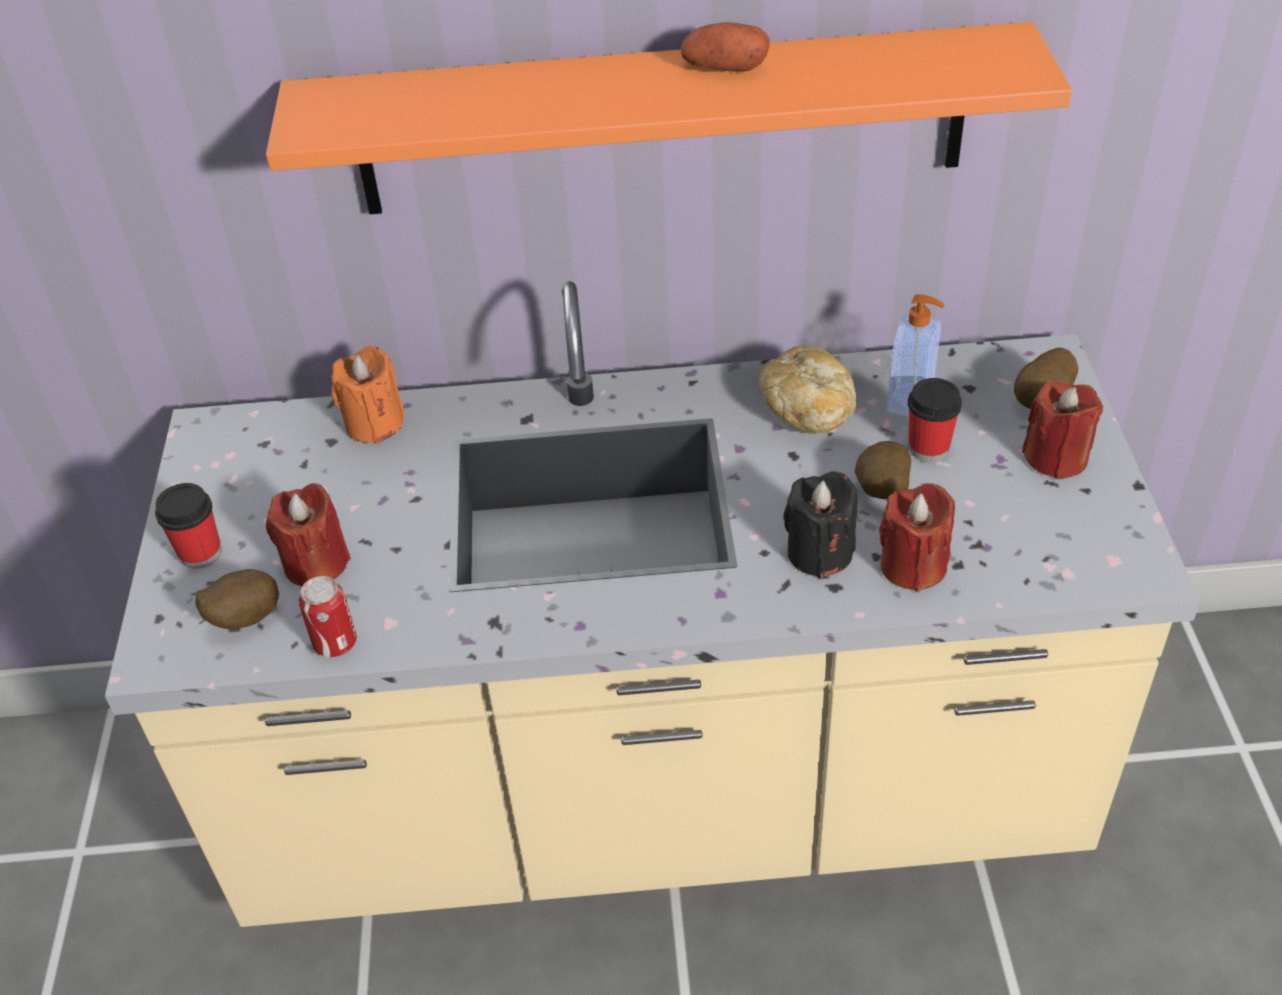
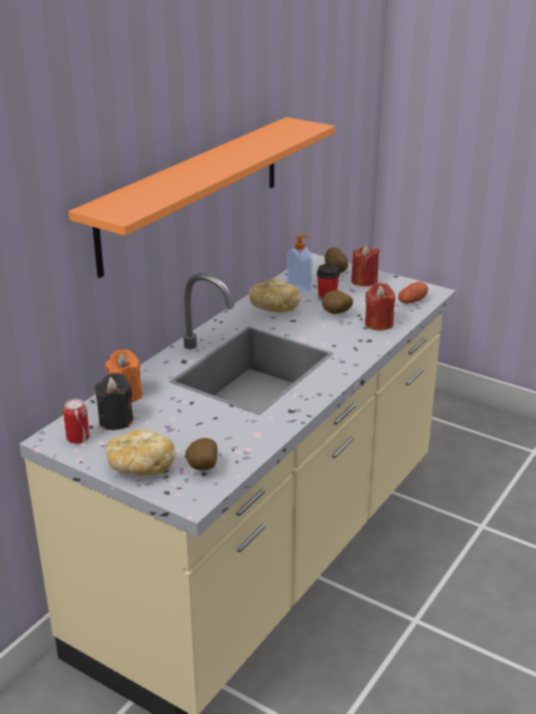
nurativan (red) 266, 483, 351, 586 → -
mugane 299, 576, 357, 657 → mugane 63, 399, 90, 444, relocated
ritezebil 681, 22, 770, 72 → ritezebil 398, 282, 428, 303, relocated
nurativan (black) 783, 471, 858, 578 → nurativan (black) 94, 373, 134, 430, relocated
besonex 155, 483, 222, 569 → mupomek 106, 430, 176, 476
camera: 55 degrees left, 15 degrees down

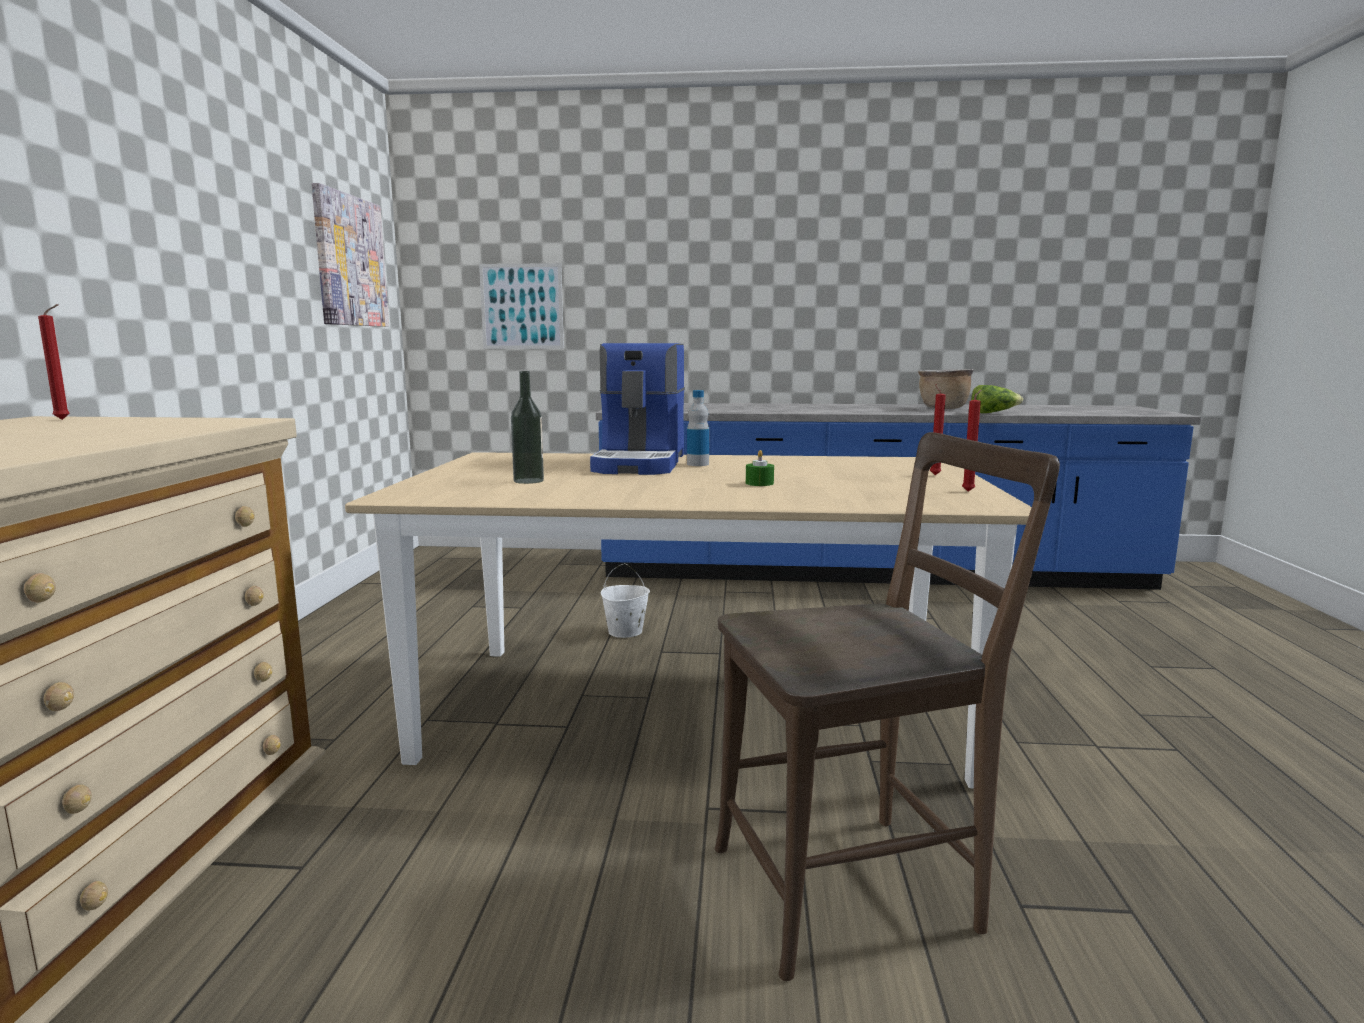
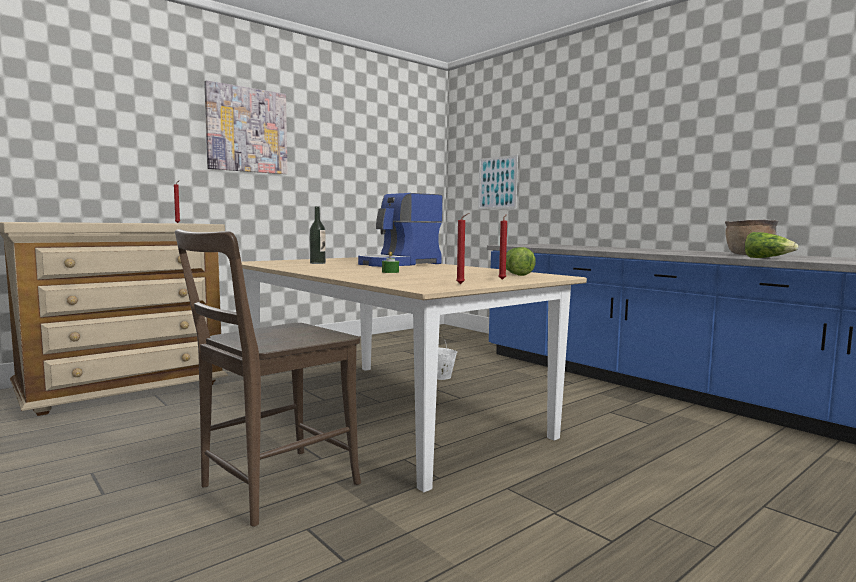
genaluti 687, 390, 709, 466 → -
- → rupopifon 506, 247, 536, 276
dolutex 311, 183, 389, 327 → dolutex 204, 80, 288, 174, relocated
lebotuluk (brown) 715, 432, 1060, 981 → lebotuluk (brown) 175, 229, 361, 527, 105 degrees clockwise
camera: 45 degrees right, 5 degrees down

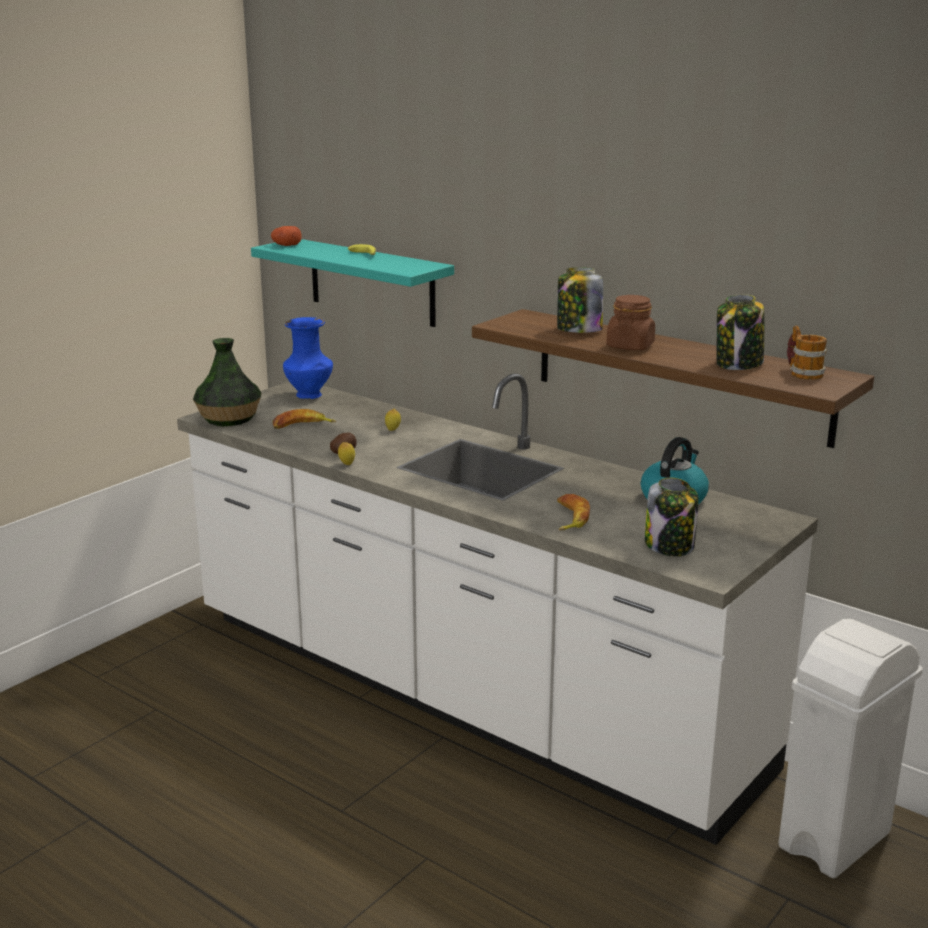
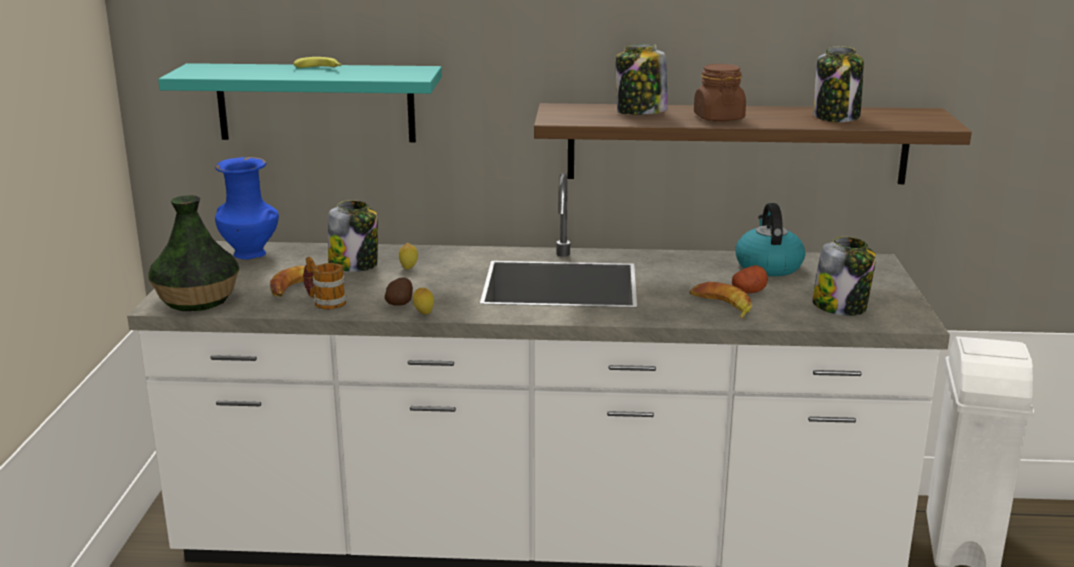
- → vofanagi 328, 200, 378, 272
ritezebil 271, 226, 302, 246 → ritezebil 732, 265, 768, 293, relocated
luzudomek 787, 326, 827, 380 → luzudomek 303, 257, 347, 310, relocated
camera: 35 degrees left, 0 degrees up

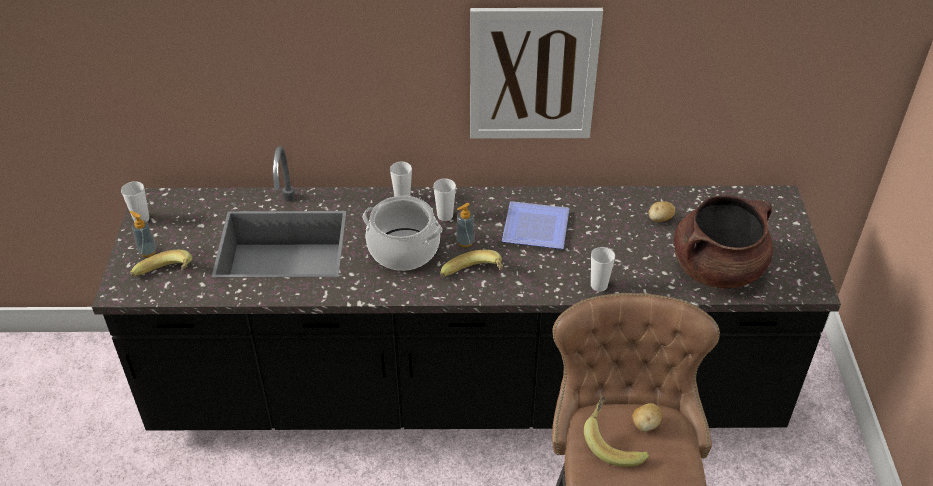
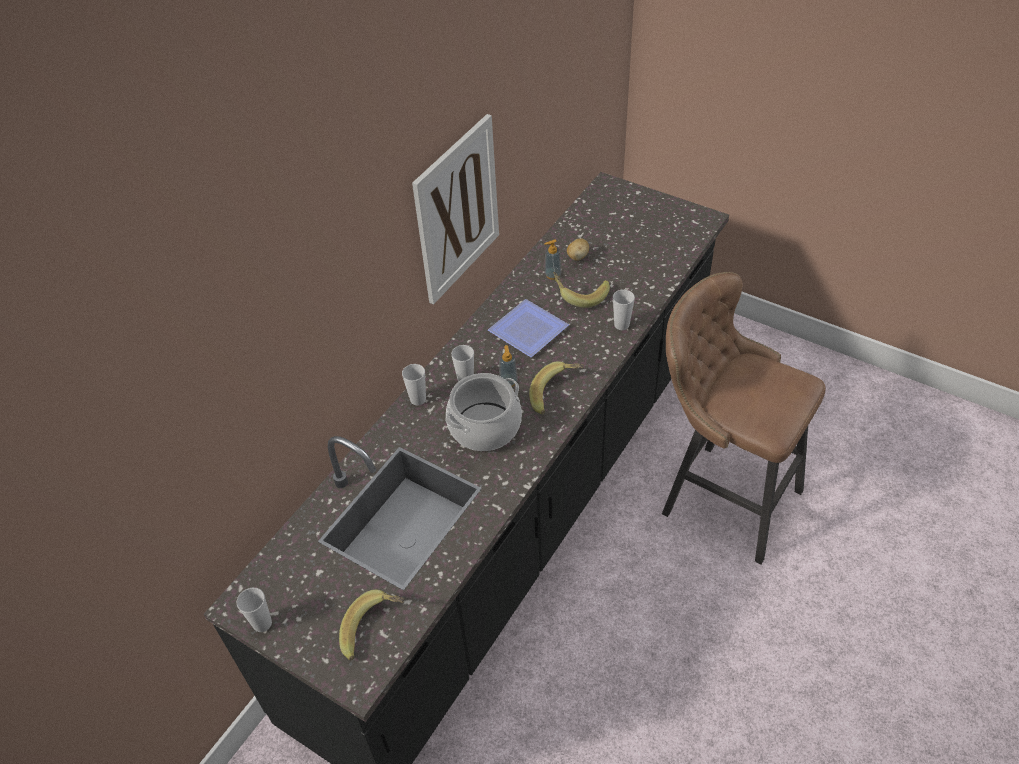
ritezebil 632, 403, 662, 432 → -
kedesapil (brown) 674, 195, 773, 289 → -
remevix 130, 211, 157, 257 → remevix 544, 239, 561, 280, relocated
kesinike 584, 396, 649, 467 → kesinike 553, 272, 610, 308, relocated
camera: 55 degrees left, 5 degrees up

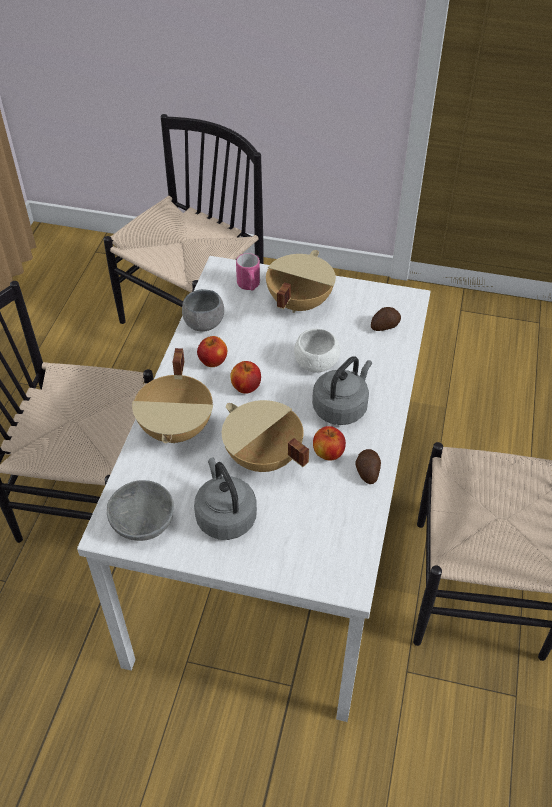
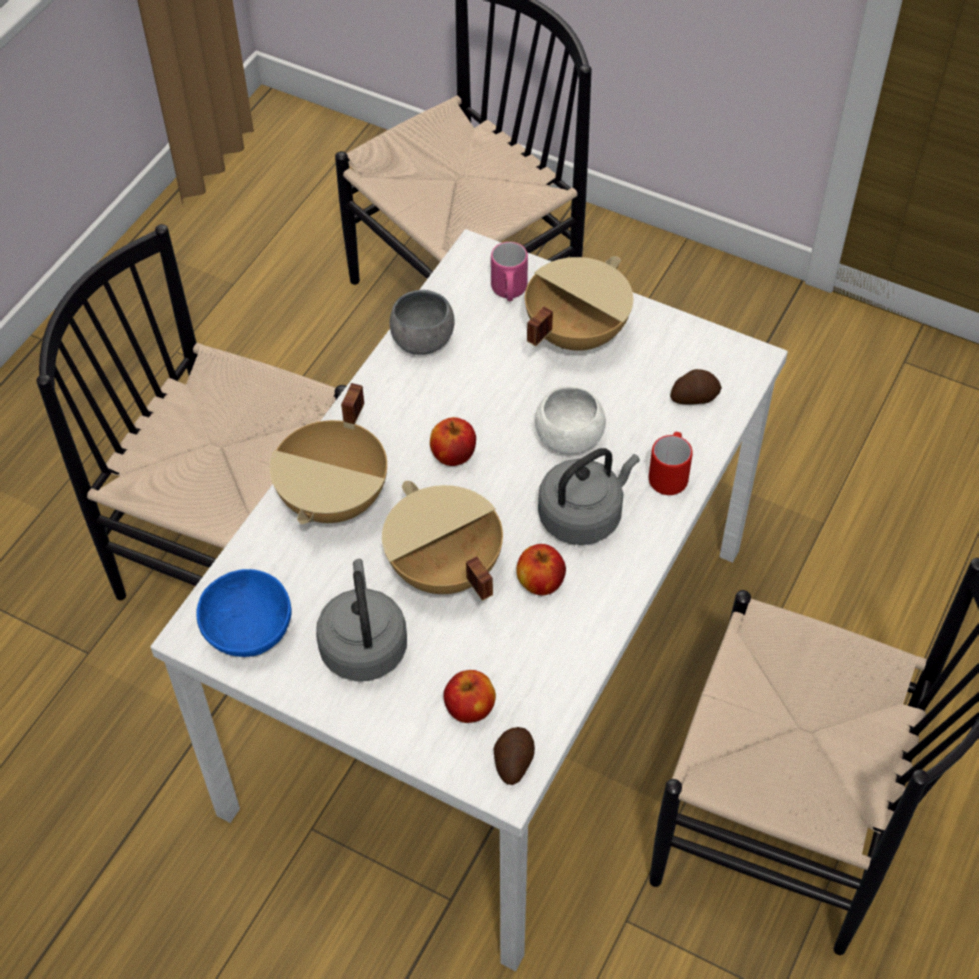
- → luzudomek (red) 649, 432, 693, 495
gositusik 197, 336, 227, 367 → gositusik 443, 670, 496, 723, relocated
ritezebil 355, 449, 381, 484 → ritezebil 494, 727, 535, 785, relocated
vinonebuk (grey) 107, 480, 174, 541 → vinonebuk (blue) 196, 569, 292, 657
camera: 15 degrees right, 5 degrees up

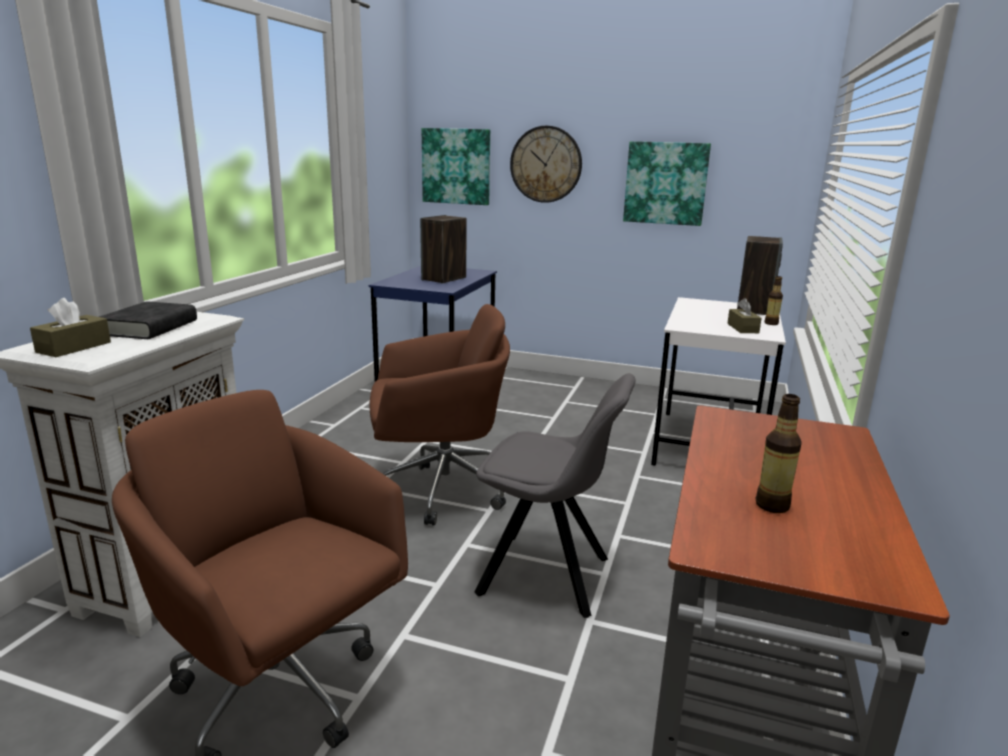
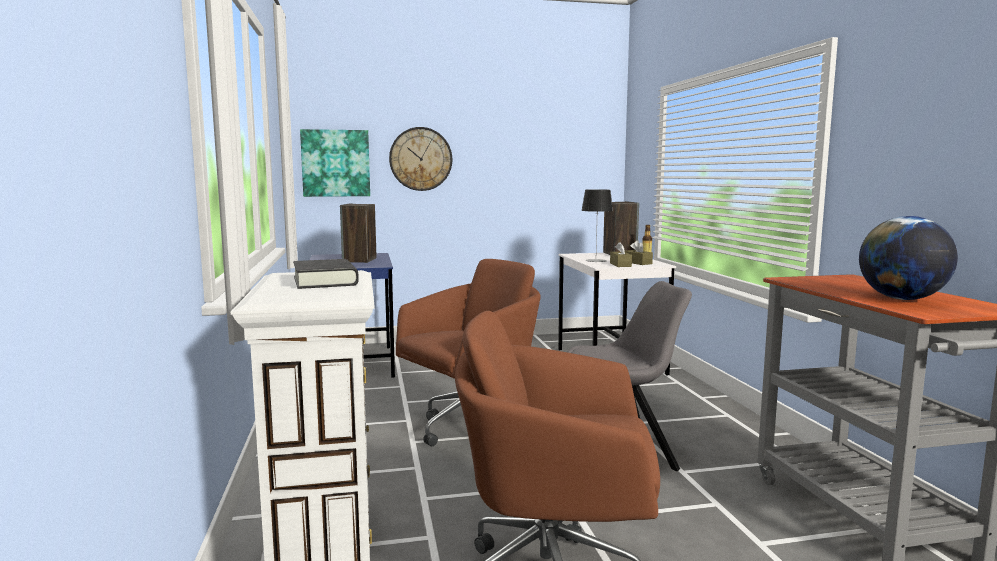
dolutex 623, 141, 711, 226 → -
- → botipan 581, 189, 613, 262
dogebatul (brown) 30, 298, 111, 357 → dogebatul (brown) 610, 242, 632, 267, relocated
genaluti 756, 394, 802, 513 → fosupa 859, 216, 958, 300
camera: 30 degrees left, 10 degrees down

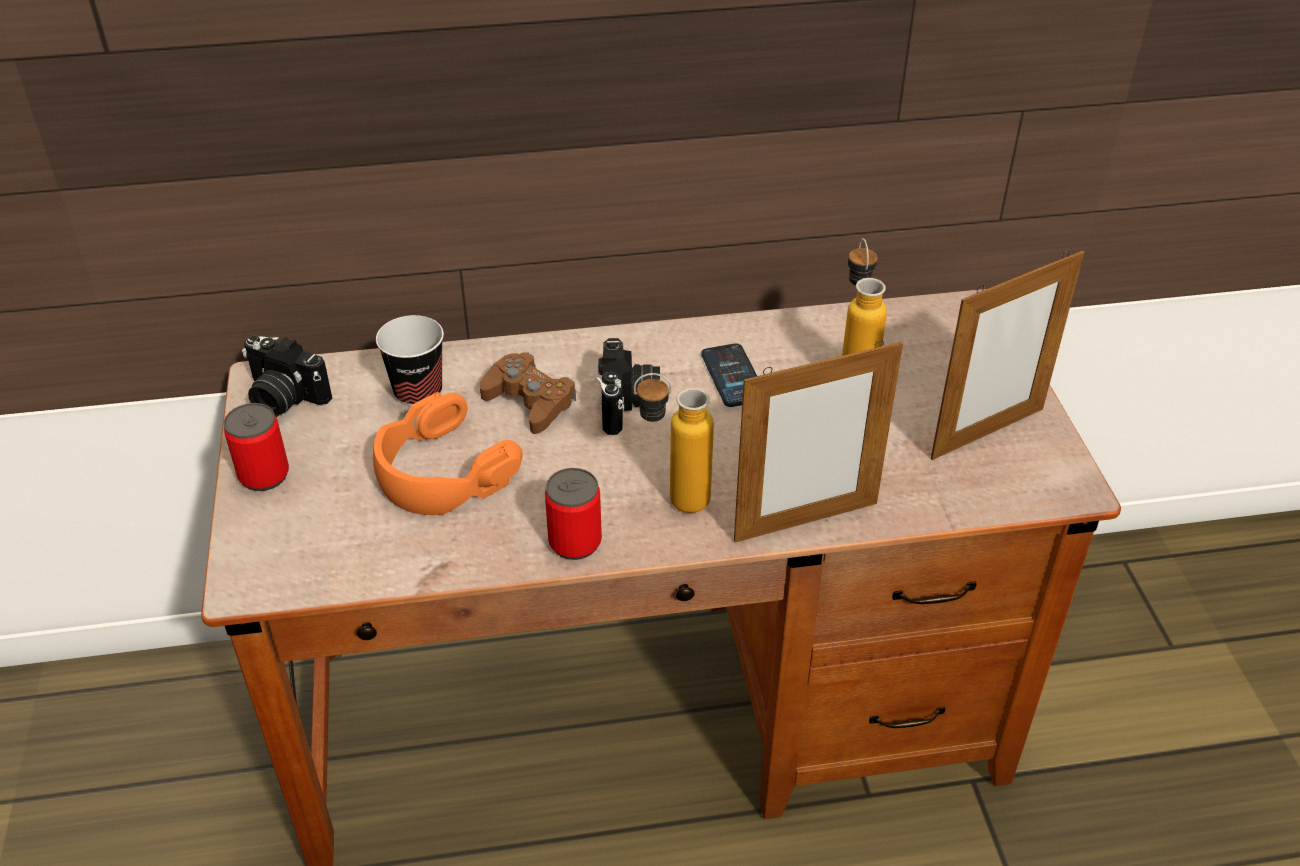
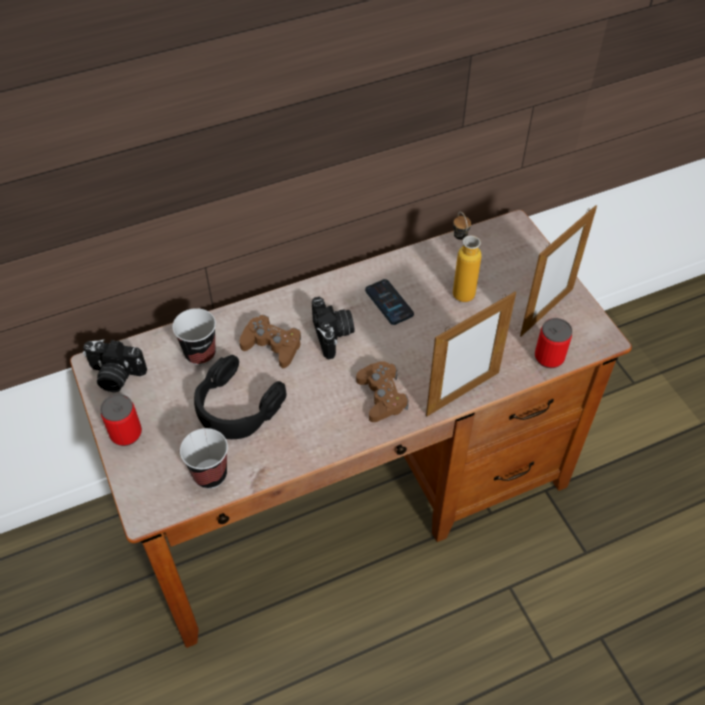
- → besonex 180, 428, 228, 489
mugane 545, 468, 602, 560 → mugane 535, 318, 572, 368, relocated
genaluti 634, 373, 714, 513 → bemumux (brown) 356, 361, 408, 422
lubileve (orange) 373, 392, 523, 515 → lubileve (black) 194, 355, 287, 439
camera: 15 degrees left, 10 degrees up

